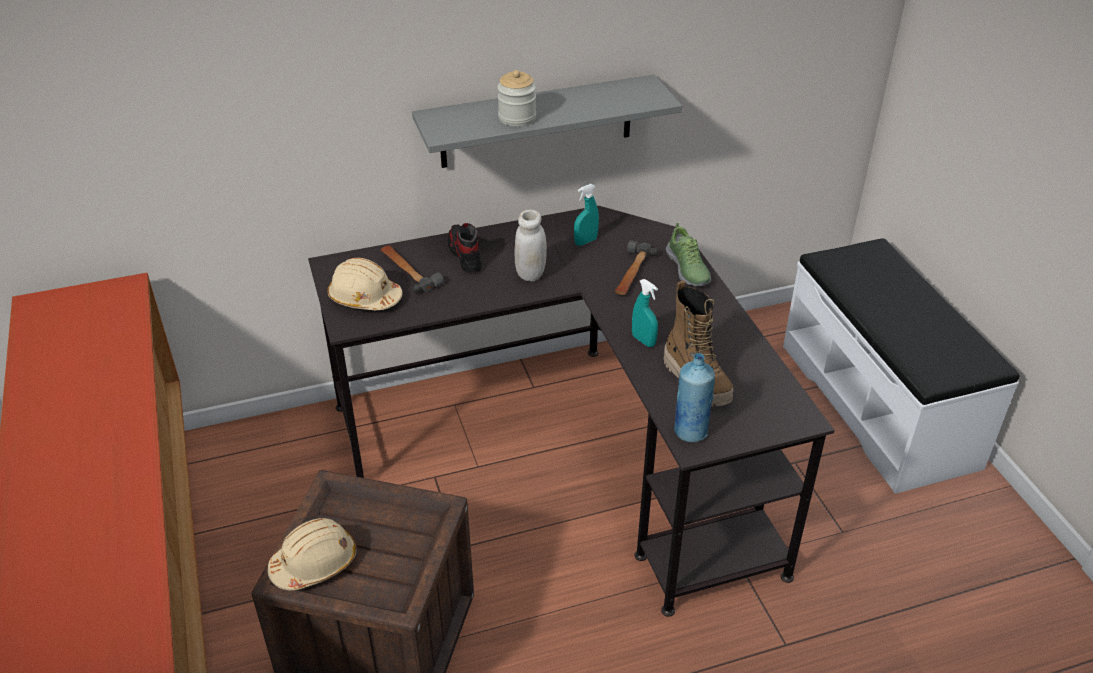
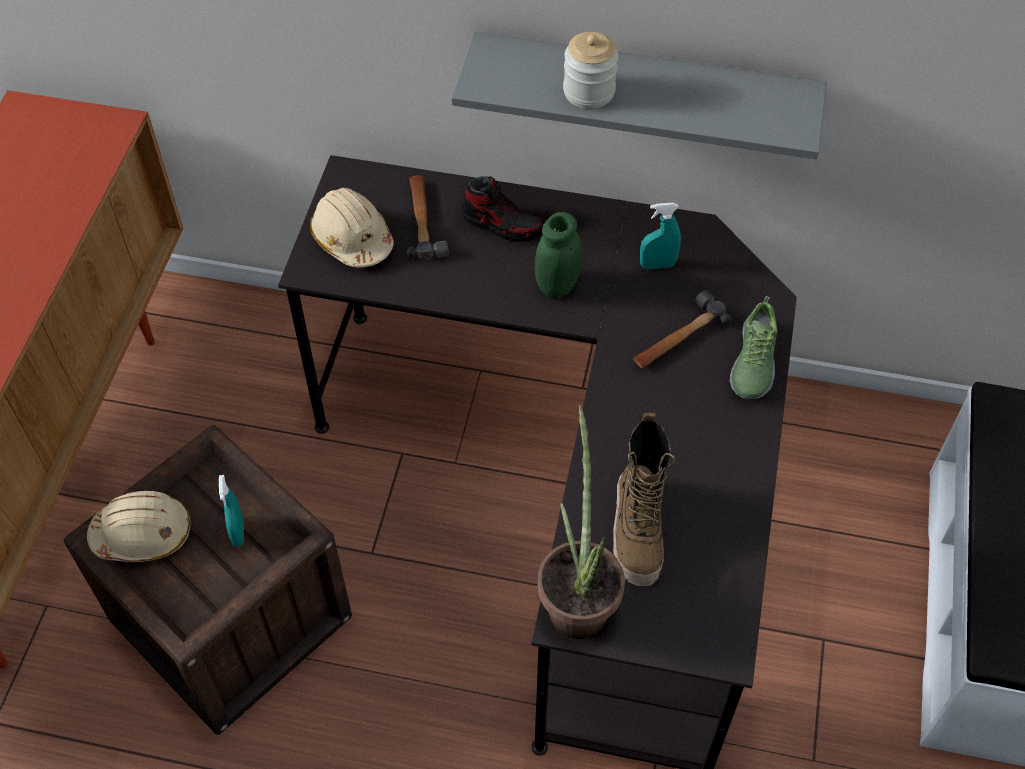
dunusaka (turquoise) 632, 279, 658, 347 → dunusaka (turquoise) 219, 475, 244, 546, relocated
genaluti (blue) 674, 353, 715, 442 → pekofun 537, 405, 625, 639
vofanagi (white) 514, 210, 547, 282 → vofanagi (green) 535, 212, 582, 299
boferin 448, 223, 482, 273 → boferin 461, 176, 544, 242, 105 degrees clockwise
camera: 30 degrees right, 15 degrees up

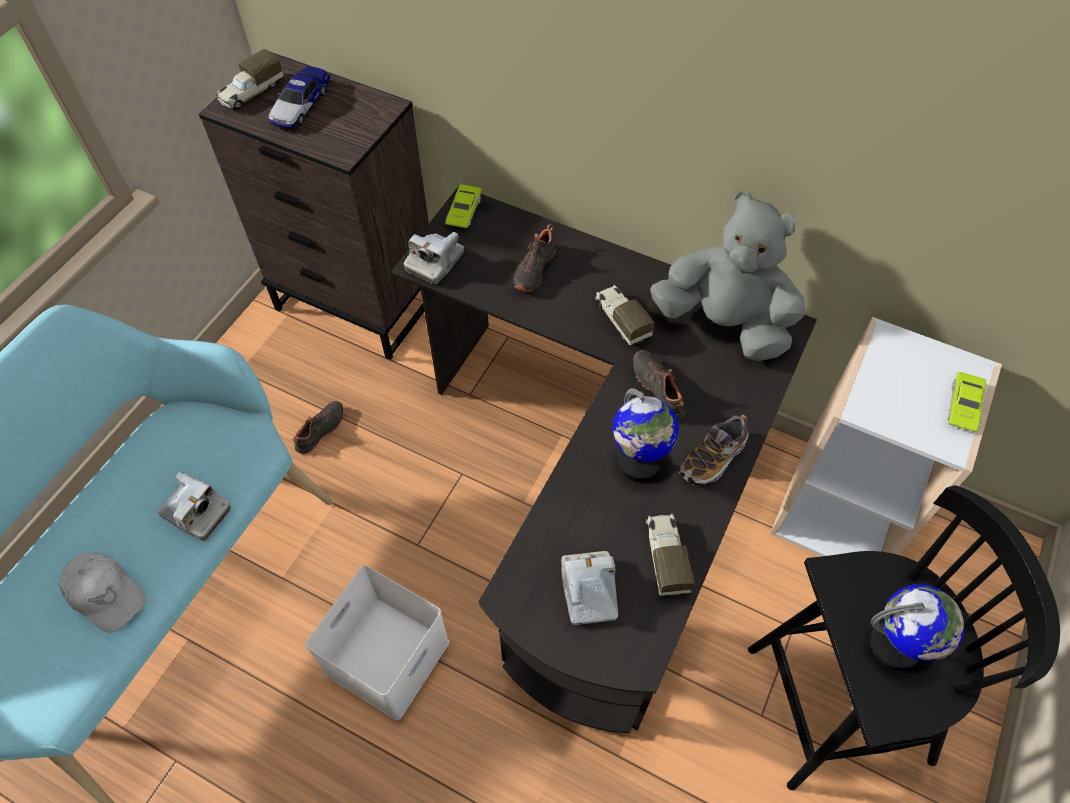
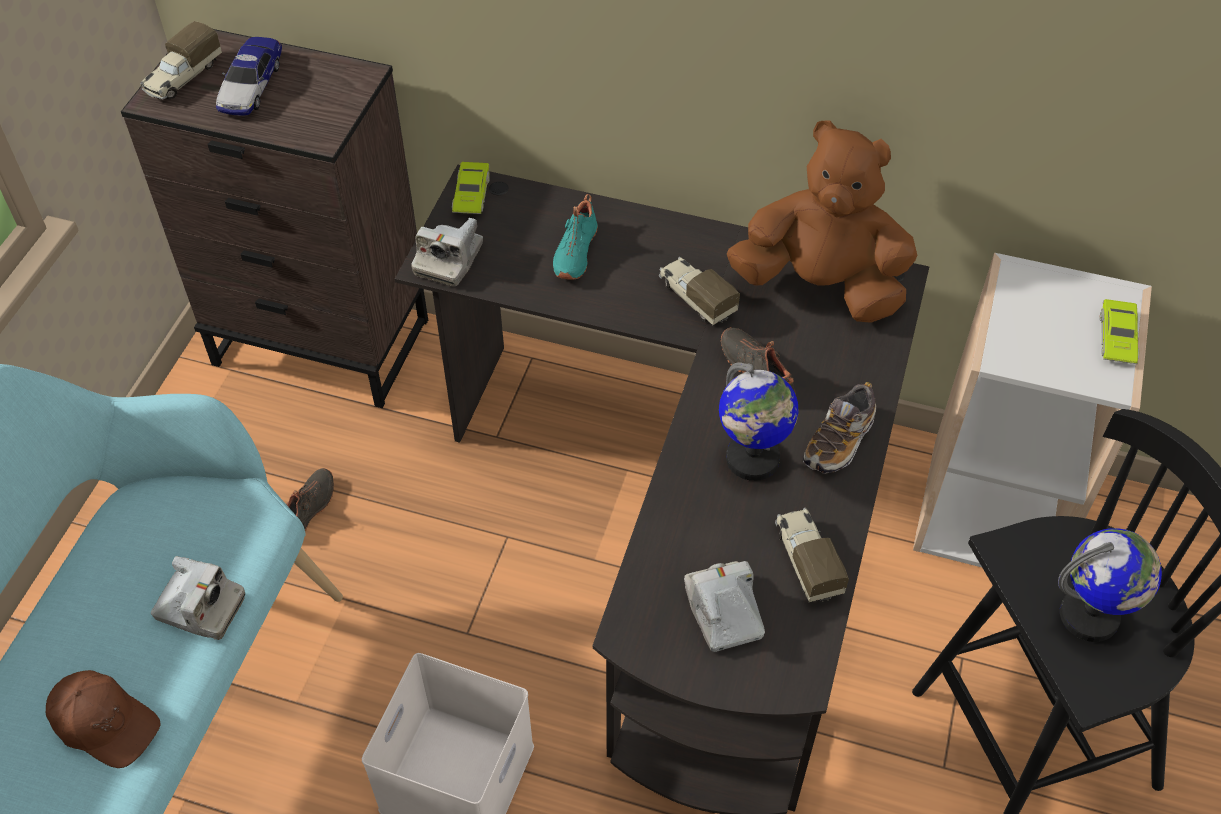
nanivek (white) 59, 552, 146, 633 → nanivek (brown) 46, 670, 160, 768
boferin (black) 514, 224, 556, 292 → boferin (turquoise) 553, 194, 598, 279
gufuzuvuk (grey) 650, 191, 805, 361 → gufuzuvuk (brown) 727, 121, 917, 323
camera: 10 degrees left, 5 degrees down

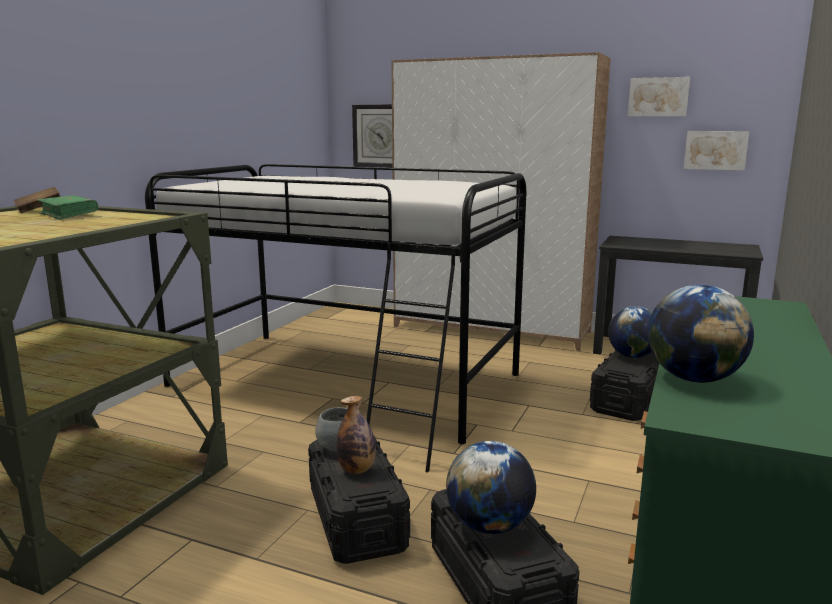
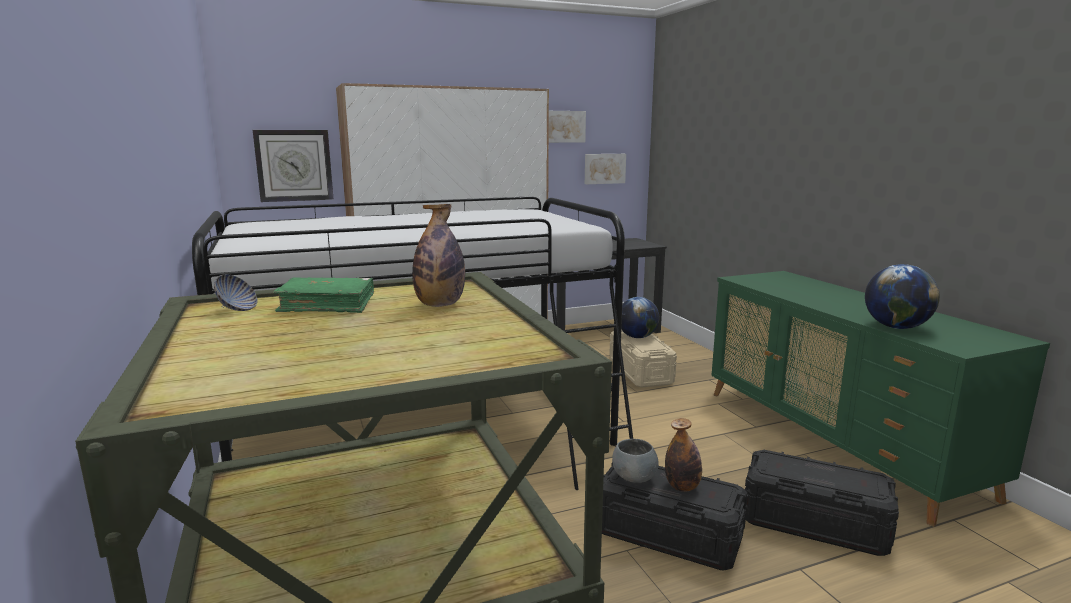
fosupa 446, 441, 536, 534 → -
- → genaluti 412, 204, 465, 307
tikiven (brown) 13, 187, 60, 213 → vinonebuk 214, 274, 258, 311
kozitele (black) 590, 350, 659, 421 → kozitele (beige) 609, 330, 677, 387
camera: 45 degrees left, 0 degrees up

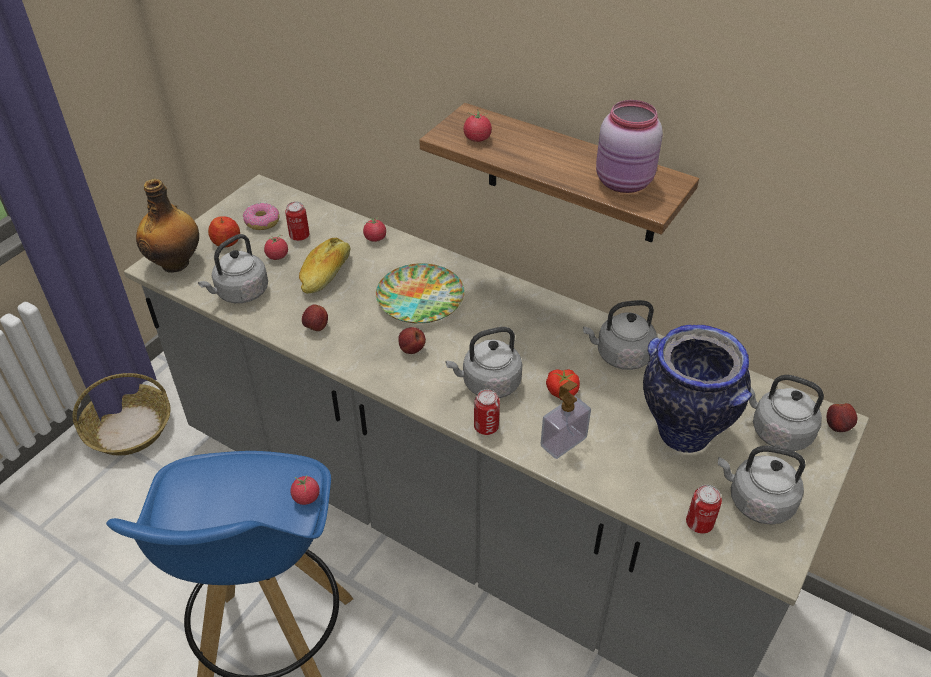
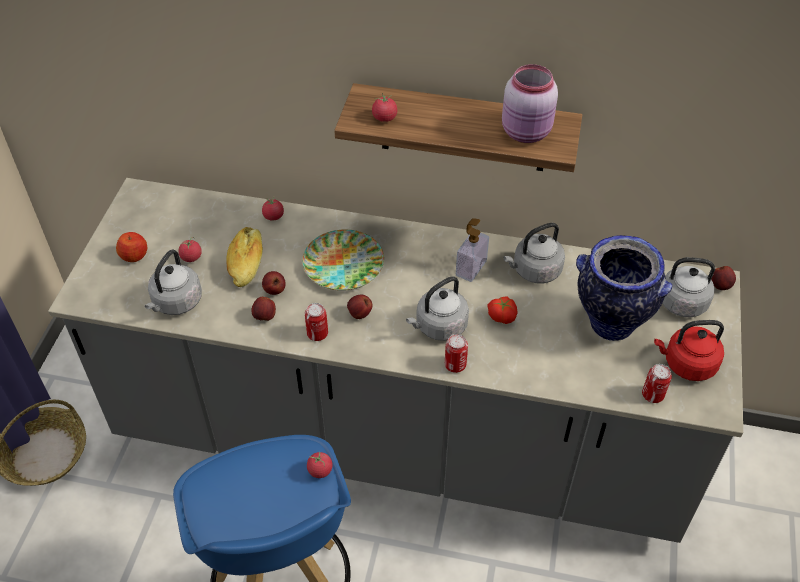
genaluti 136, 179, 199, 272 → -
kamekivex 243, 203, 279, 230 → -
- → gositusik 262, 271, 286, 295
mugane 285, 202, 309, 241 → mugane 305, 303, 328, 341, relocated
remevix 541, 381, 591, 459 → remevix 456, 218, 489, 282, relocated
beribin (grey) 718, 446, 806, 525 → beribin (red) 654, 320, 724, 381
camera: 20 degrees left, 5 degrees up

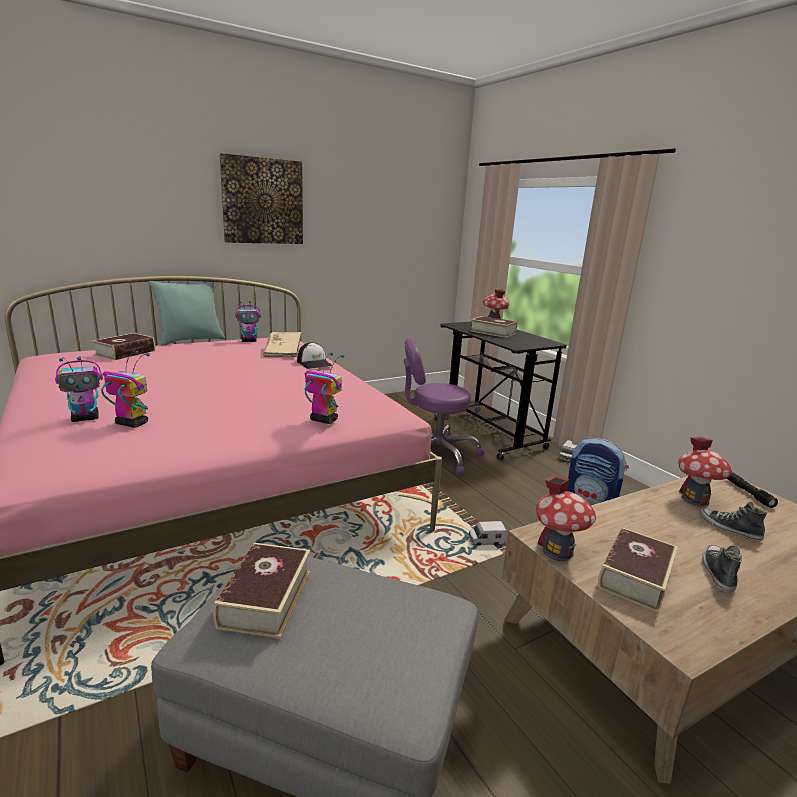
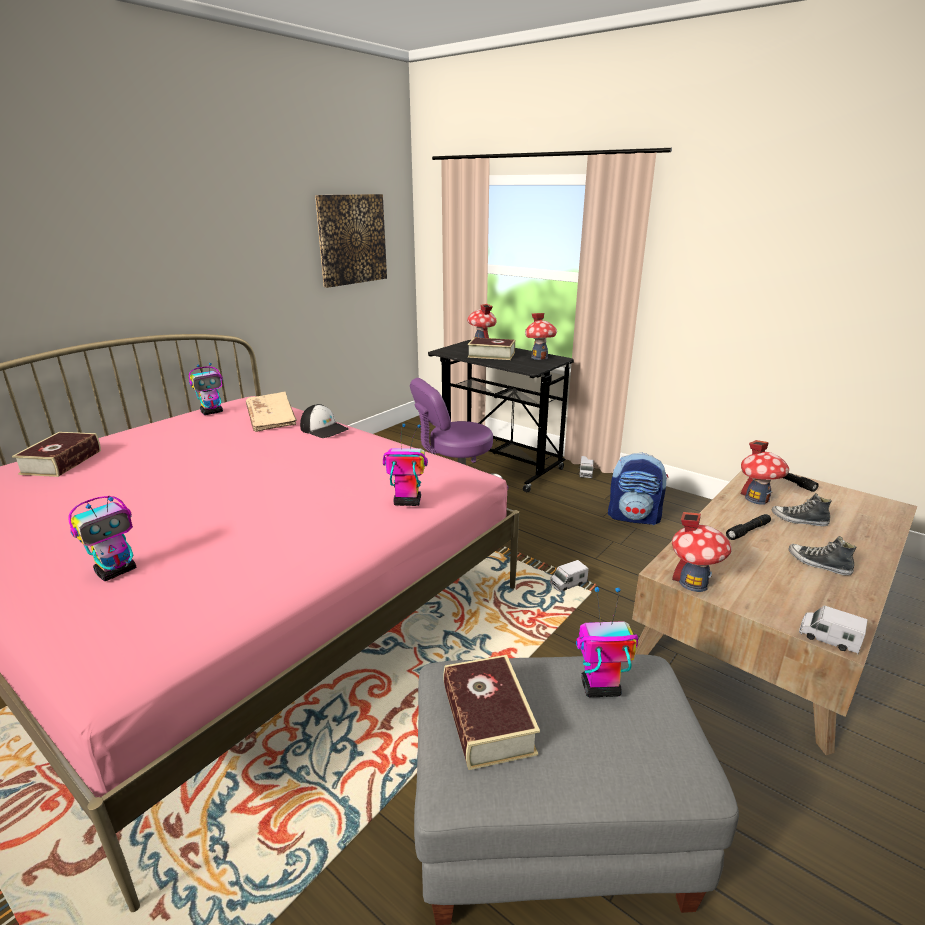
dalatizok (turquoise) 149, 281, 225, 346 → -
tikiven 598, 527, 678, 613 → -
- → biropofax 525, 313, 557, 360
- → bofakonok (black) 726, 514, 771, 540
- → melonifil 799, 606, 868, 654
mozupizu 101, 351, 150, 428 → mozupizu 576, 587, 638, 697, relocated
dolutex 219, 153, 303, 244 → dolutex 315, 194, 387, 288, relocated
boferin 702, 545, 742, 593 → boferin 788, 536, 857, 575, 45 degrees counterclockwise
camera: 20 degrees left, 5 degrees up

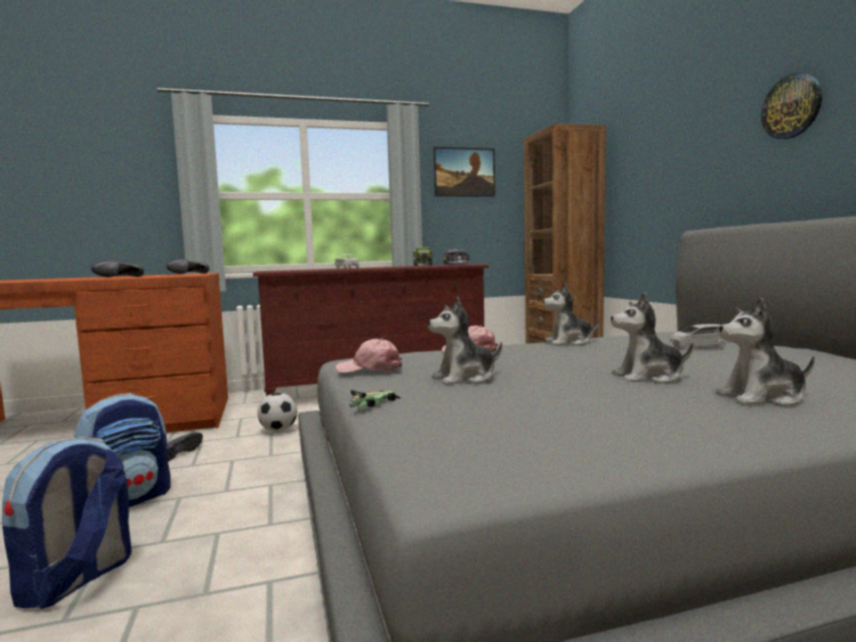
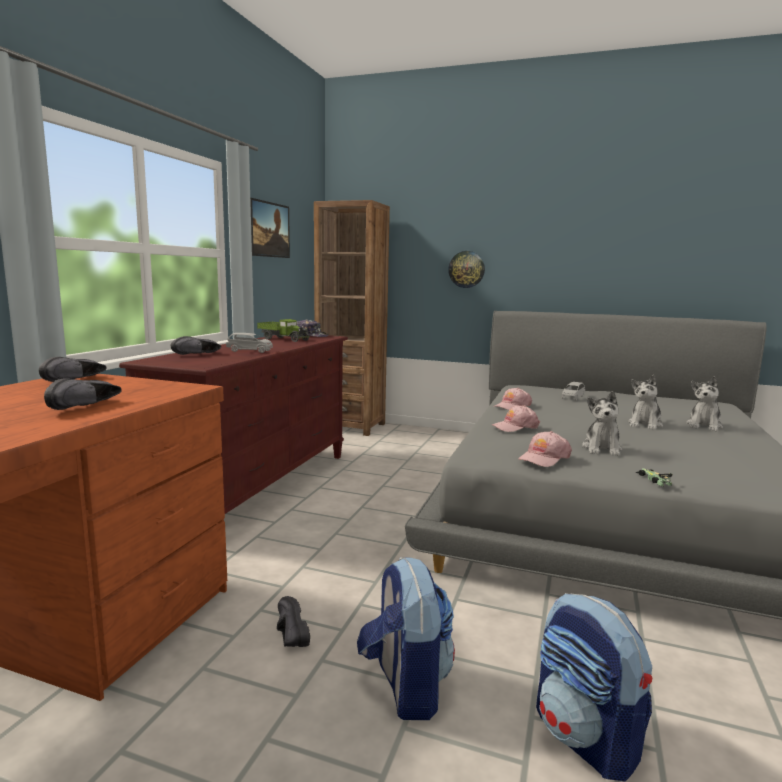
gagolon 257, 393, 297, 432 → -
- → boferin (black) 171, 336, 221, 355
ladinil 761, 73, 822, 139 → ladinil 448, 251, 485, 288, relocated
gufuzuvuk 543, 283, 600, 345 → nanivek (pink) 495, 387, 532, 410
camera: 55 degrees left, 5 degrees up

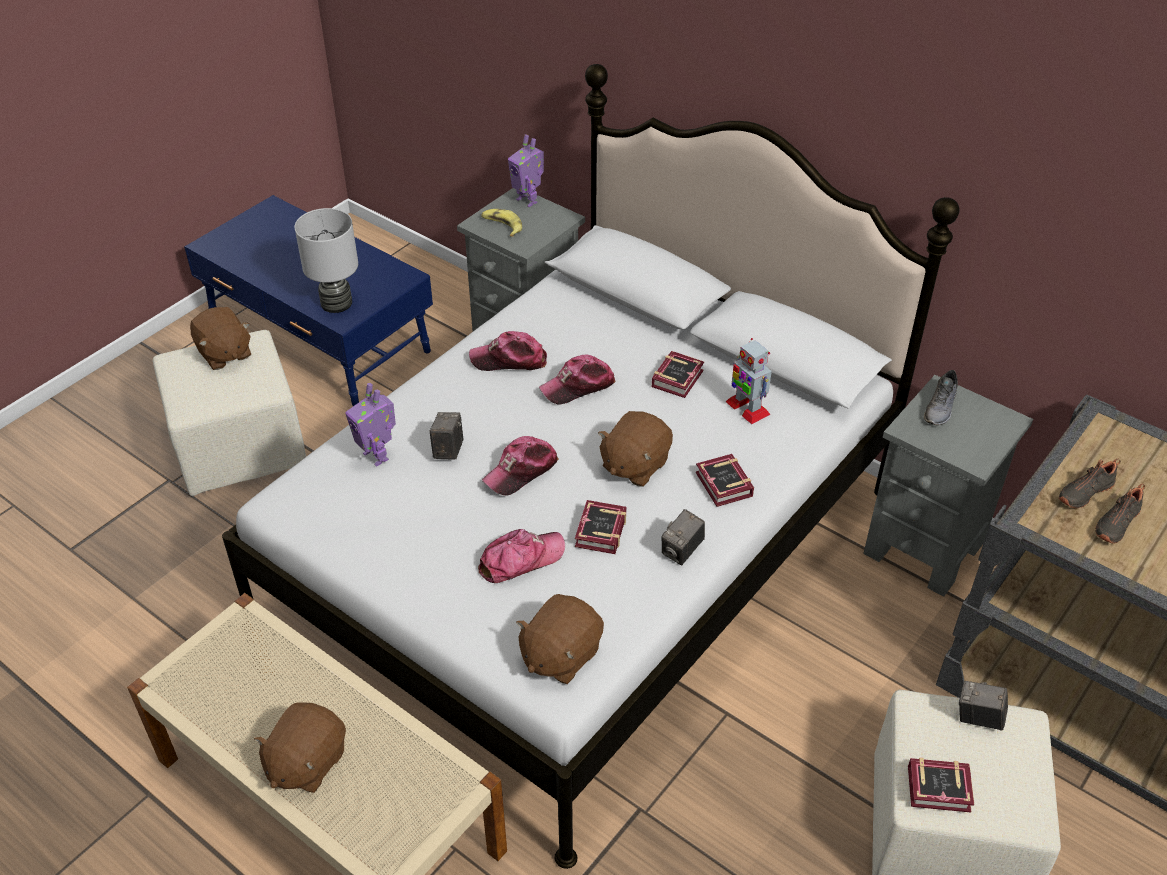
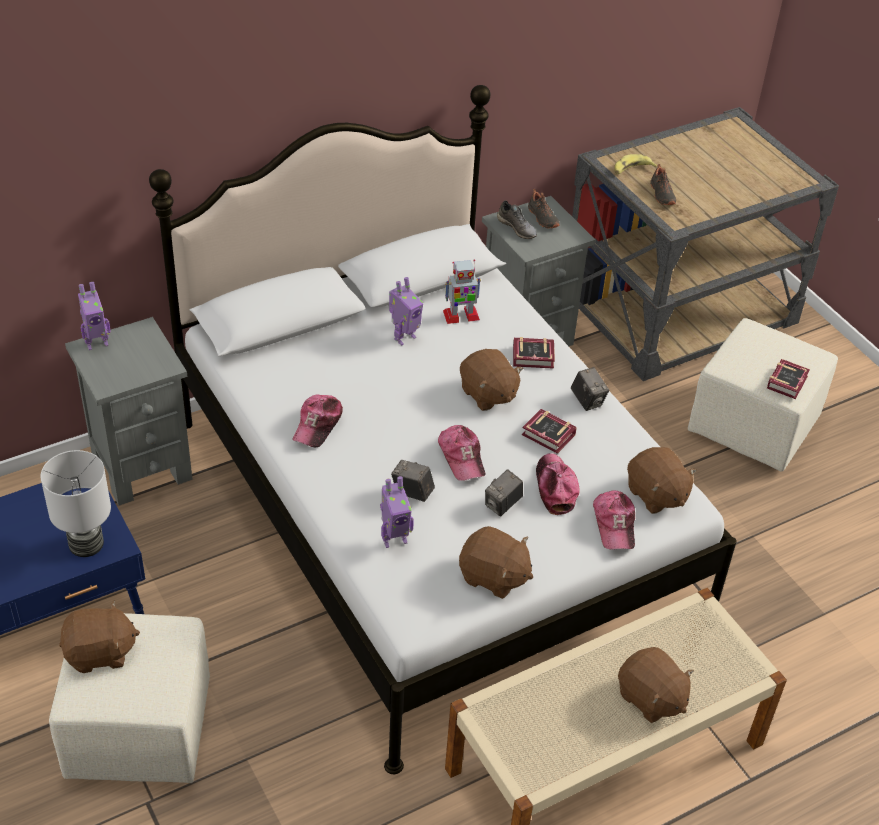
- → gufuzuvuk (brown) 459, 526, 533, 599
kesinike 481, 209, 522, 237 → kesinike 615, 154, 657, 174, relocated
nanivek 539, 355, 615, 405 → nanivek 593, 491, 635, 550, relocated
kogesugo 959, 681, 1008, 731 → kogesugo 485, 469, 523, 517, relocated
boferin (black) 1095, 484, 1145, 544 → boferin (black) 528, 189, 560, 228, relocated
tikiven 652, 351, 704, 398 → mozupizu 389, 277, 423, 346
camera: 70 degrees left, 0 degrees up

